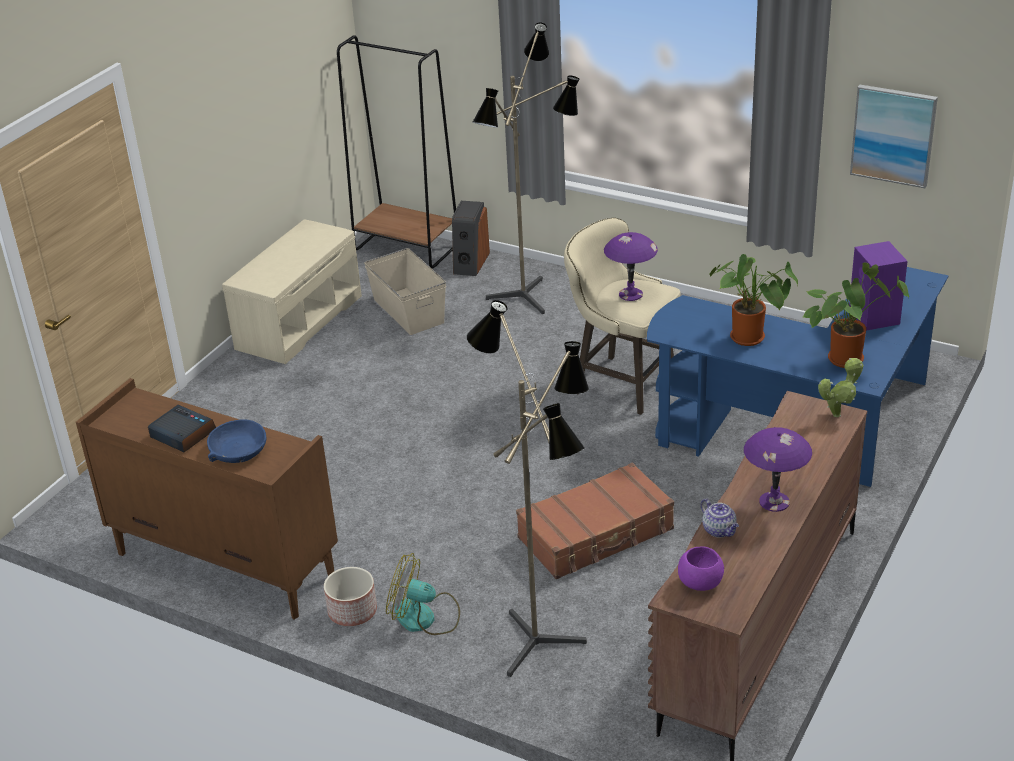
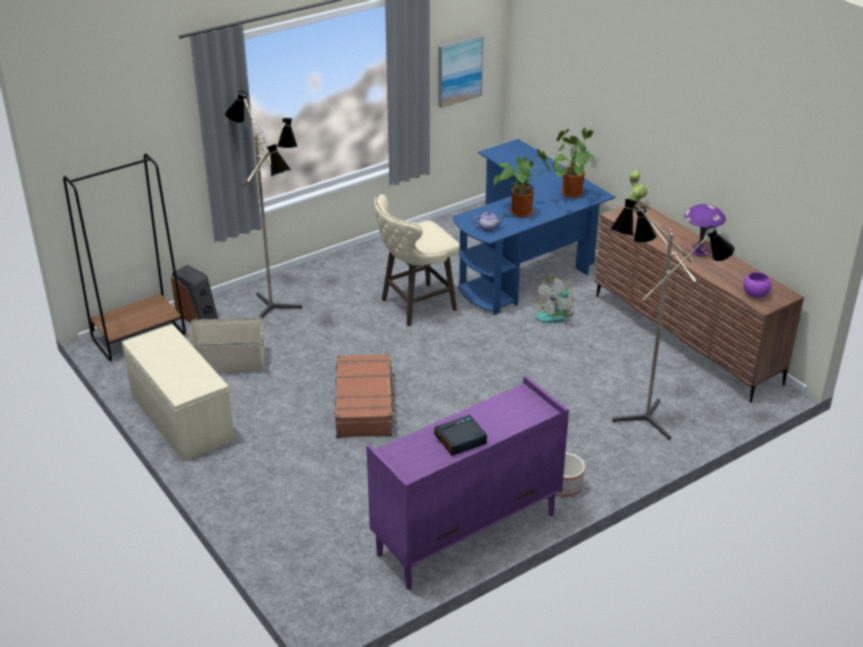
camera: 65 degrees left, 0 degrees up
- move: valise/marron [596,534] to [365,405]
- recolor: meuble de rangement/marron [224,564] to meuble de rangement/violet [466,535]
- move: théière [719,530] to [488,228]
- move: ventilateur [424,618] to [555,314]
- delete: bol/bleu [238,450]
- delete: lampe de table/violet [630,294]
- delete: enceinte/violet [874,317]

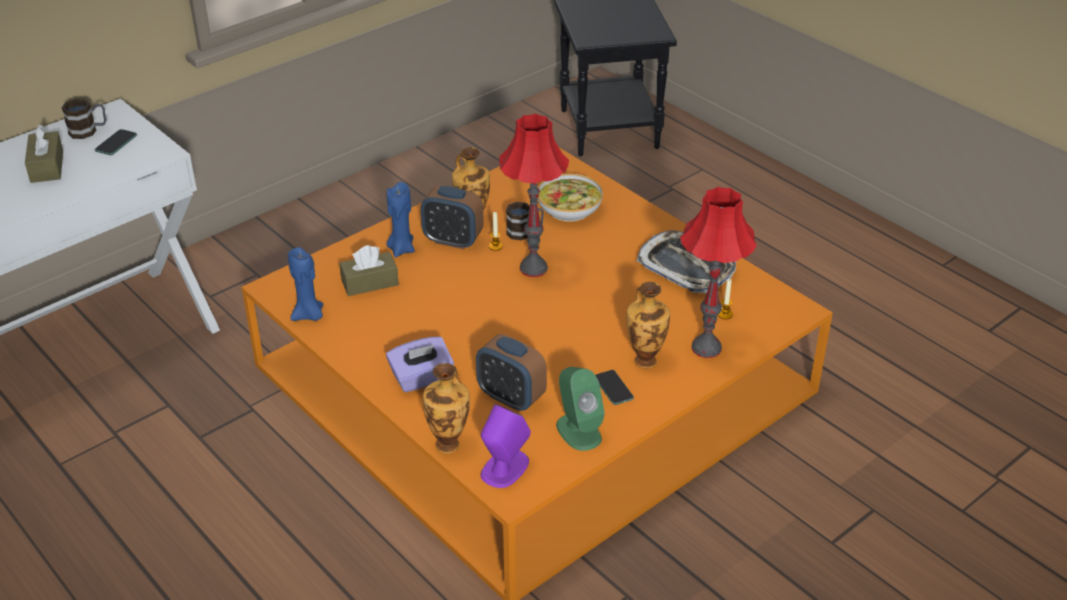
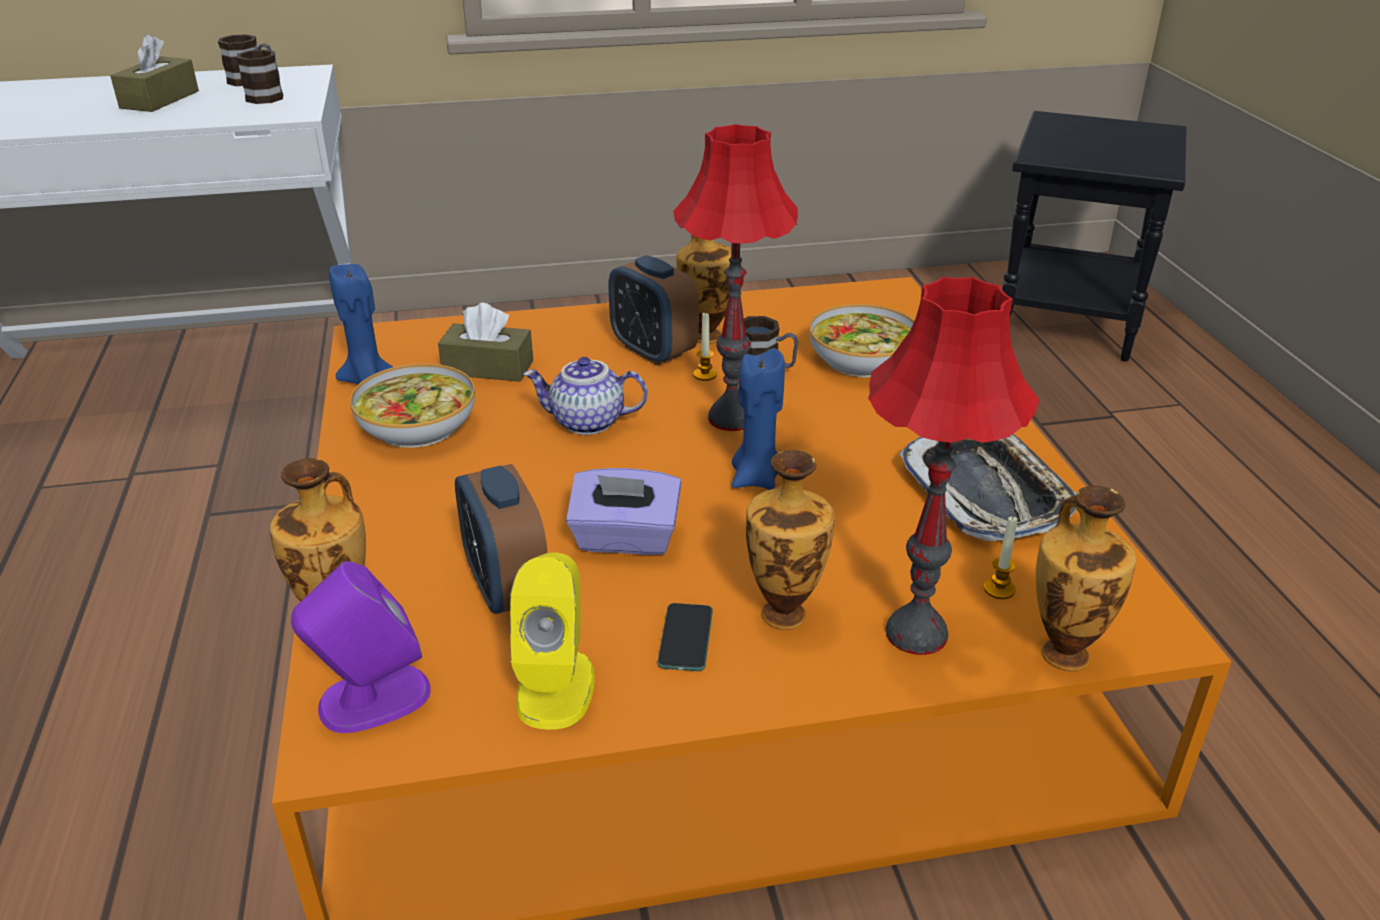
camera: 30 degrees right, 5 degrees down
- replace: téléphone [116,143] to mug [261,96]
- insert: bol [416,426]
- recolor: enceinte/vert [578,431] to enceinte/jaune [555,687]
- insert: théière [586,423]
- move: boîte à mouchoirs/violet [421,378] to [625,539]
- move: bougie/bleu [401,249] to [756,478]
- insert: vase [1063,652]

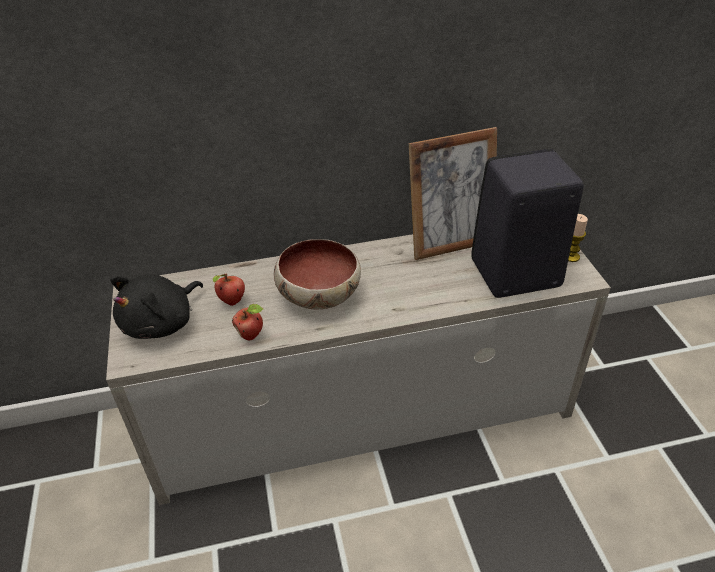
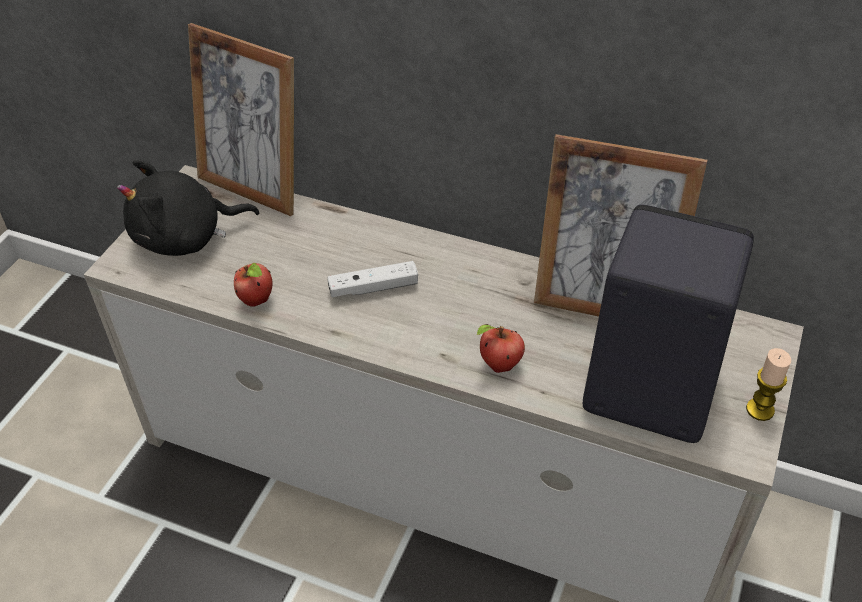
camera: 35 degrees right, 5 degrees up
- insert: cadre photo [254,187]
- replace: bol [317,294] to manette/blanc [373,288]
- move: pomme [232,302] to [499,366]

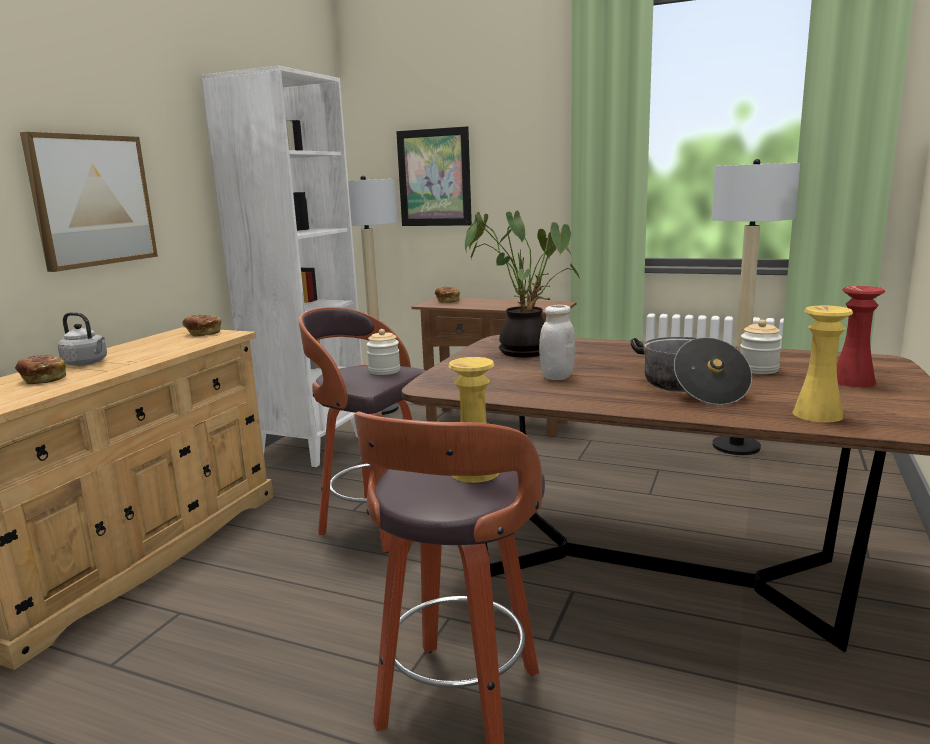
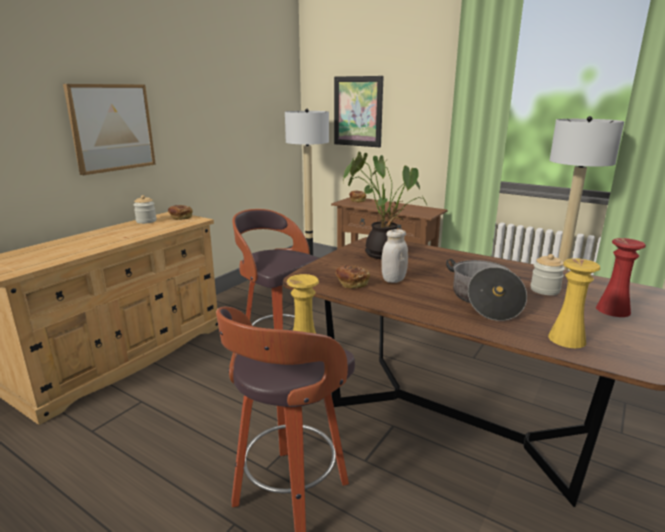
camera: 10 degrees right, 5 degrees up
- move: bocal [384,371] to [146,221]
- move: pain [43,379] to [351,283]
- delete: bouilloire/gris [87,363]
- delete: bibliothèque/blanc [311,446]

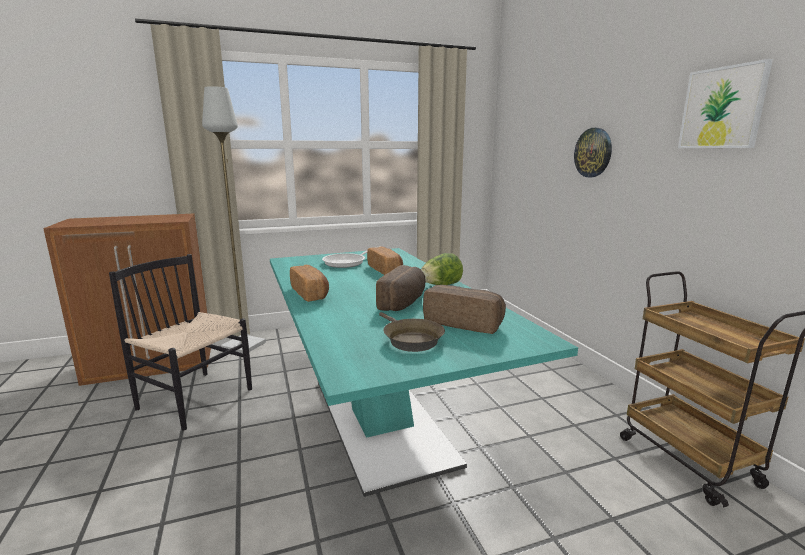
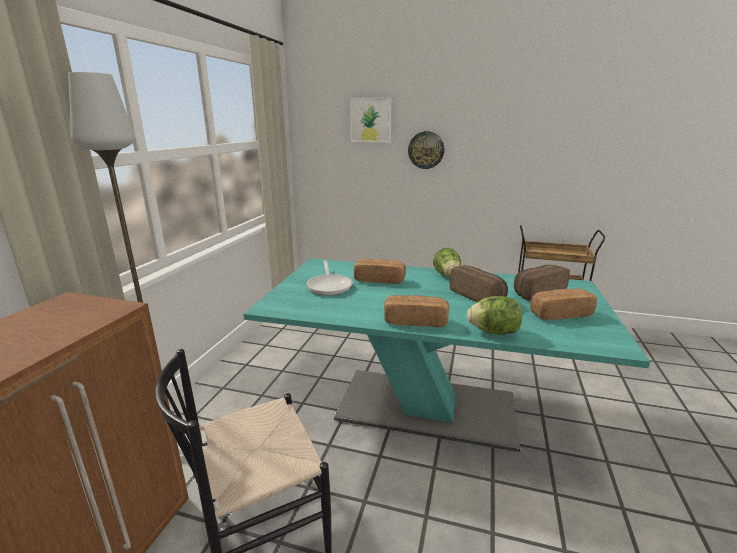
camera: 55 degrees left, 5 degrees up
- move: tableau [722,108] to [370,120]
- insert: laitue [494,332]
- replace: poêle/marron [410,339] to pain [560,314]

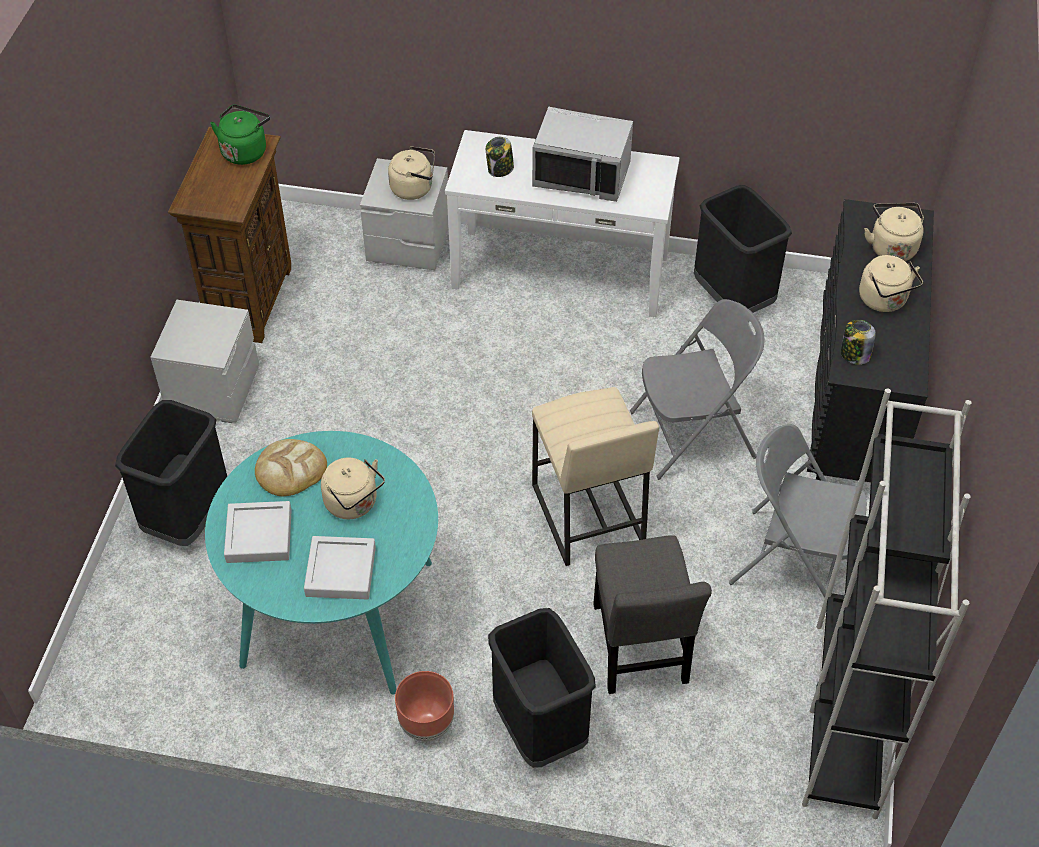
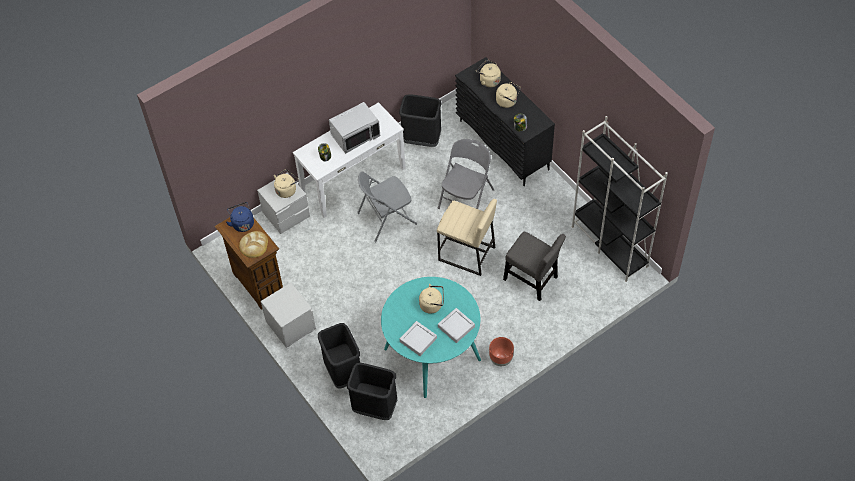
camera: 45 degrees left, 5 degrees up
- recolor: bouilloire/vert [245,150] to bouilloire/bleu [242,223]
- move: pain [290,470] to [254,245]
- move: poubelle/noir [540,728] to [375,407]
- move: chaise/gris [794,561] to [386,218]

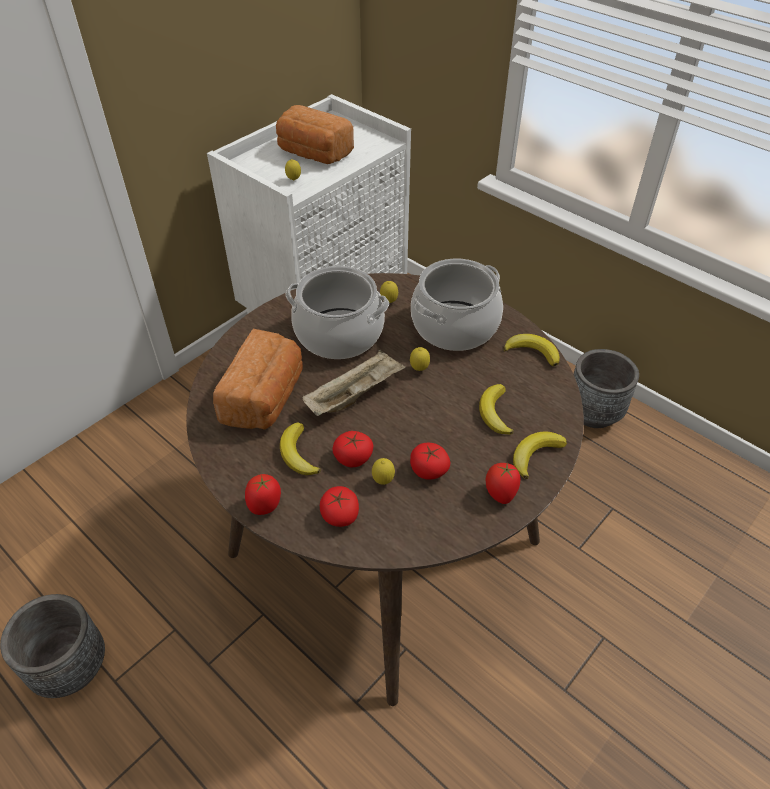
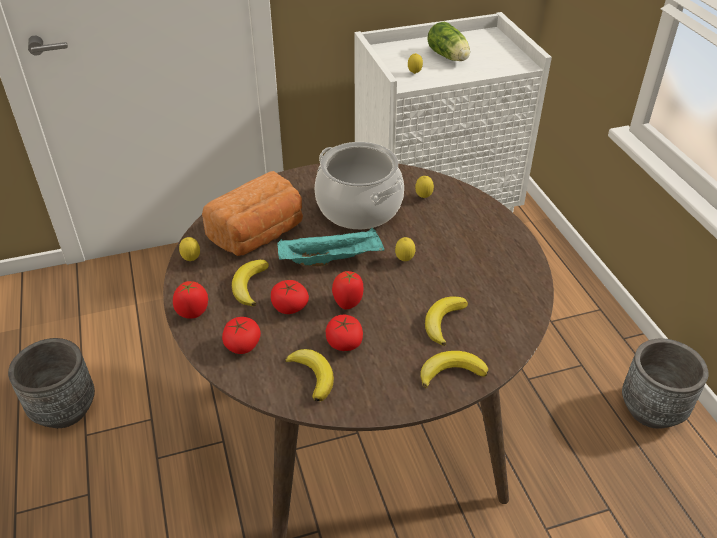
camera: 30 degrees right, 5 degrees down
- move: citron [383,481] to [191,260]
- recolor: plateau/beige [355,395] to plateau/turquoise [332,259]
- move: banane [532,352] to [313,375]
- move: tomate [500,494] to [348,302]
- replace: pain [313,154] to laitue [449,57]
- delete: marmite [455,326]

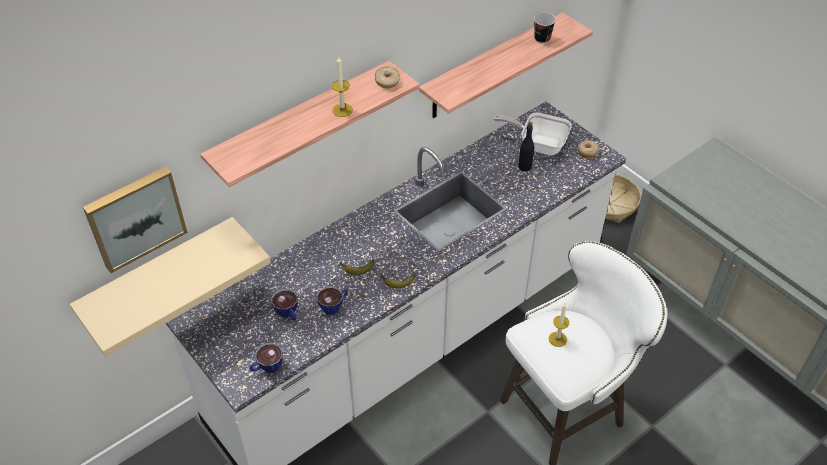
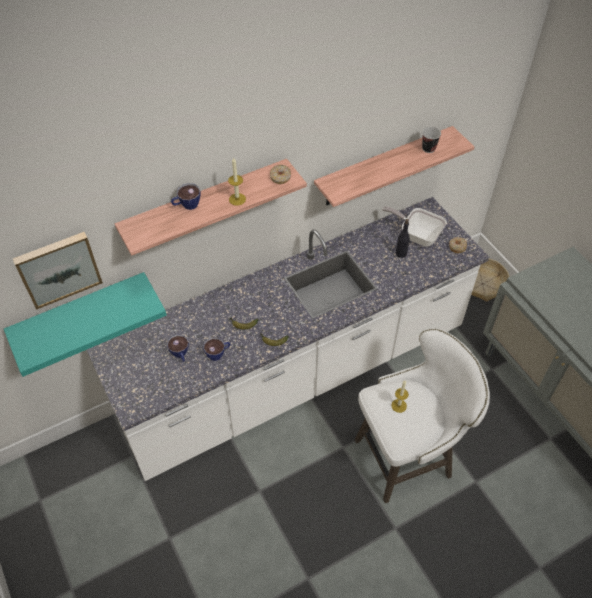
camera: 10 degrees right, 5 degrees up
- recolor: étagère/beige [160,276] to étagère/turquoise [81,312]
- move: tasse [267,368] to [186,205]

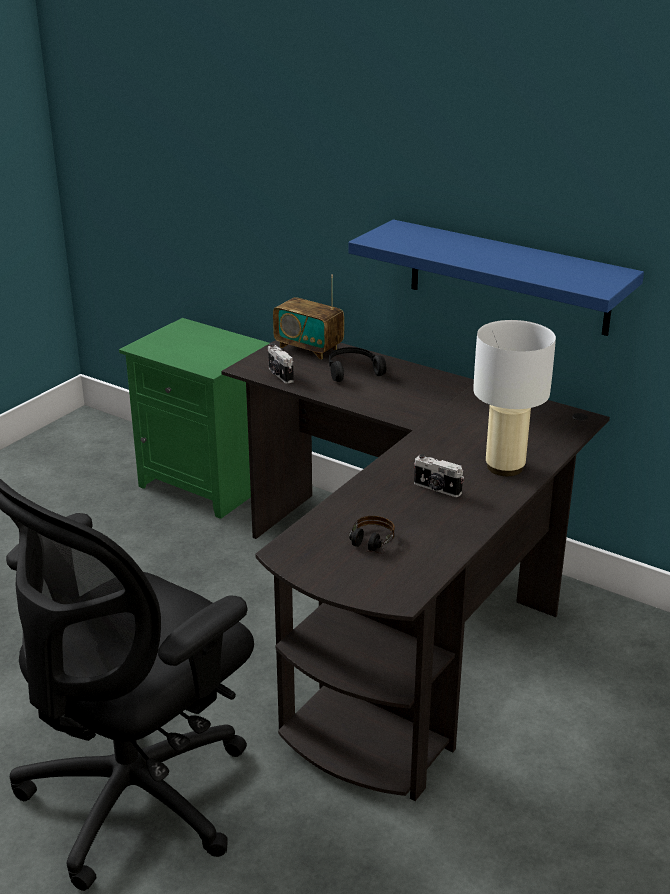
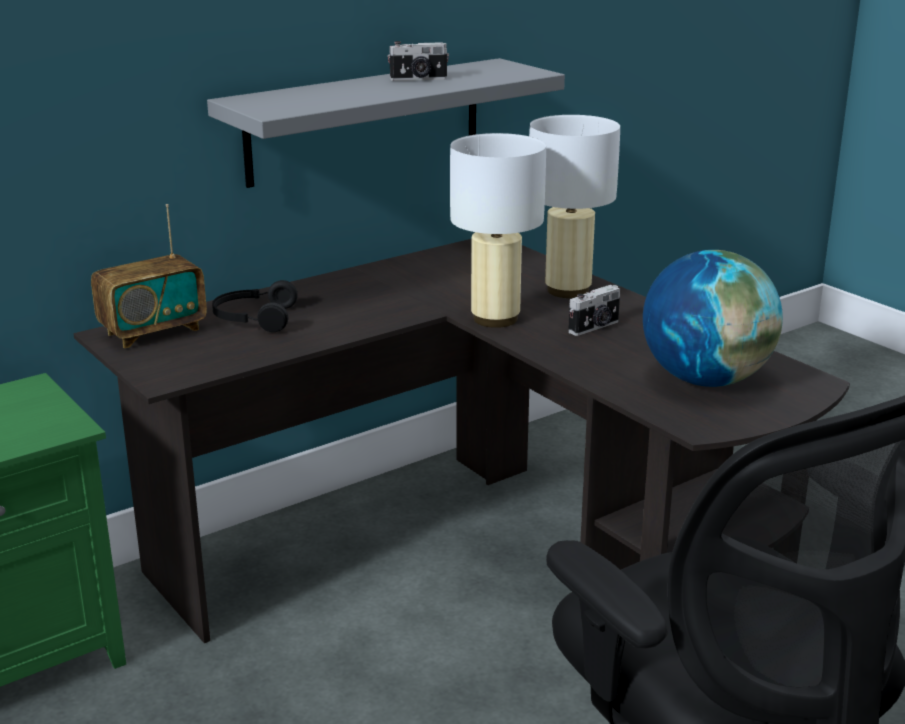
camera: 70 degrees left, 5 degrees down
- recolor: étagère/bleu [508,277] to étagère/gris [365,121]
- move: appareil photo [279,375] to [418,79]
- insert: lampe de table/blanc [496,318]
- replace: casque audio [369,547] to globe [705,379]

